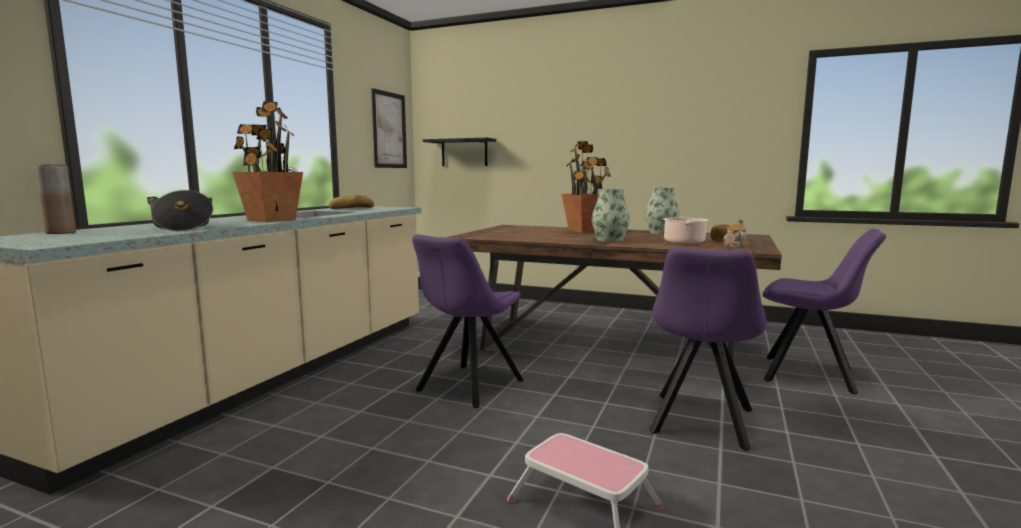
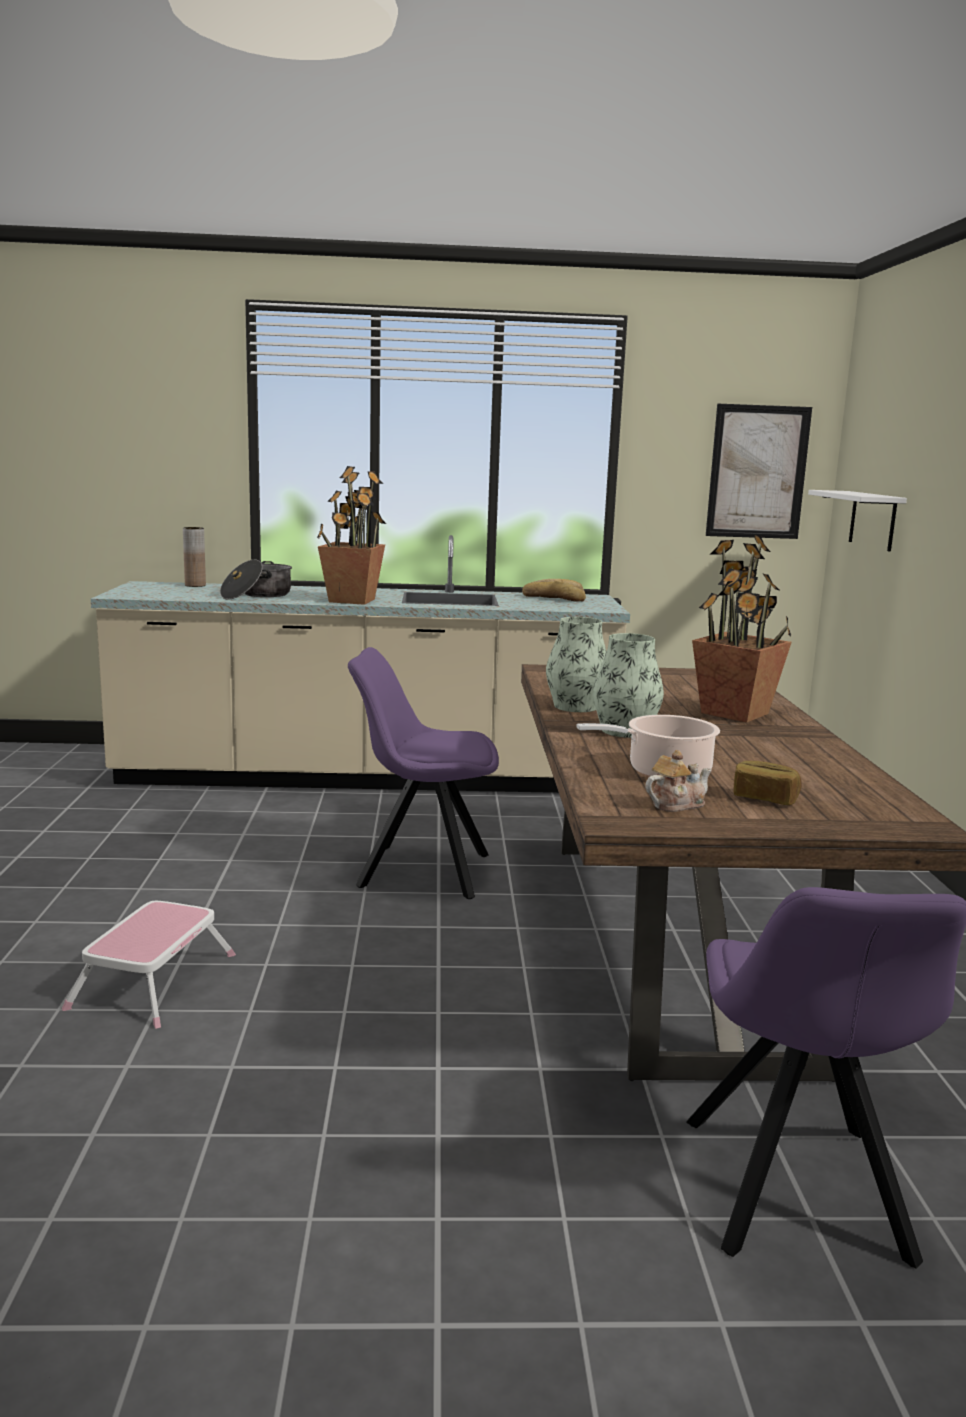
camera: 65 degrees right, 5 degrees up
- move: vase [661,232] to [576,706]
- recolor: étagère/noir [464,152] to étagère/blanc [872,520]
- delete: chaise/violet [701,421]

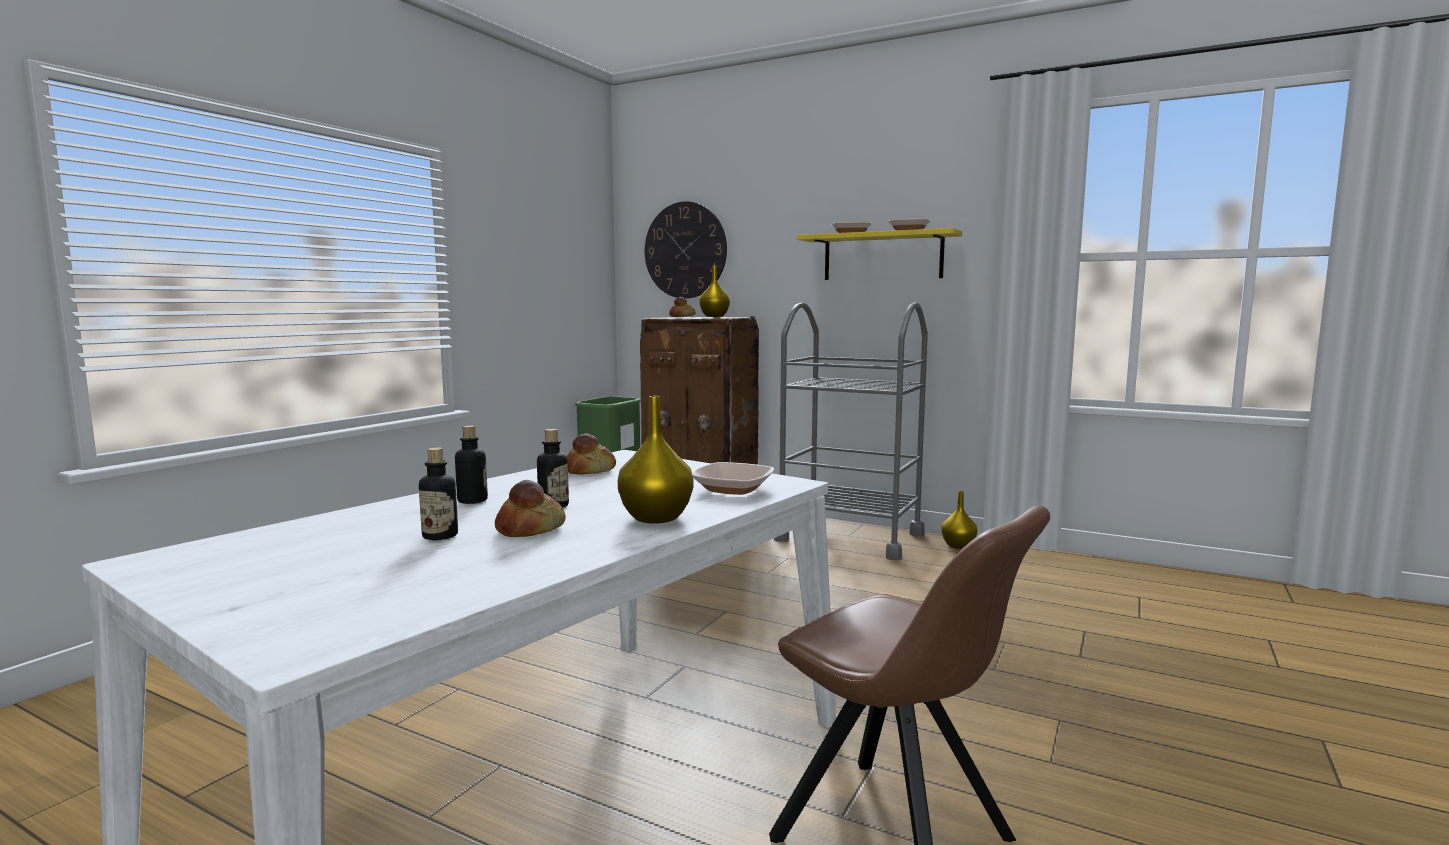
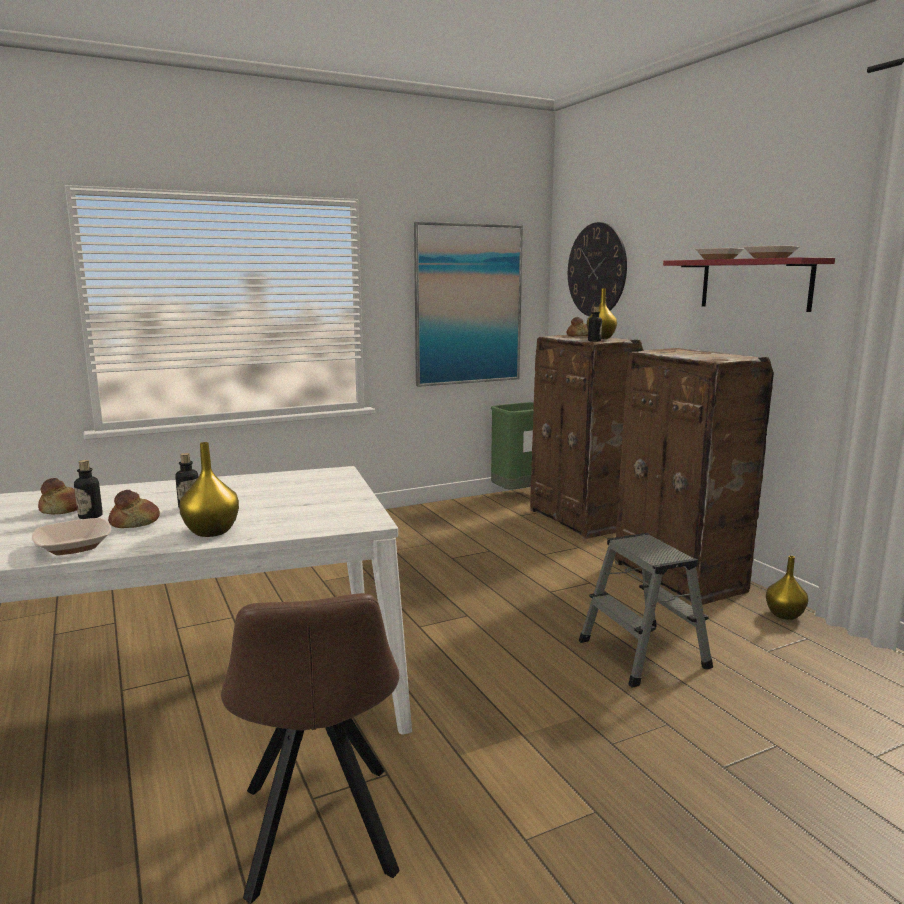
camera: 35 degrees right, 5 degrees up
- move: bol [733,488] to [74,546]
- move: pain [590,471] to [63,510]
- insert: tableau [468,305]
- insert: escabeau/gris [643,654]
- move: bouteille [472,500] to [594,341]
- replace: chariot/gris [850,537] to meuble de rangement/marron [679,577]
- recolor: étagère/jaune [882,256] to étagère/rouge [755,284]

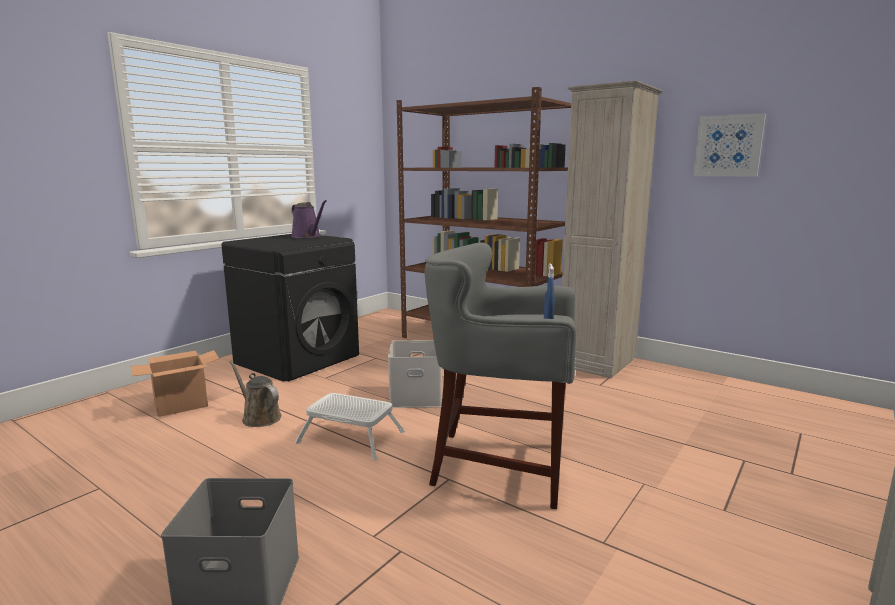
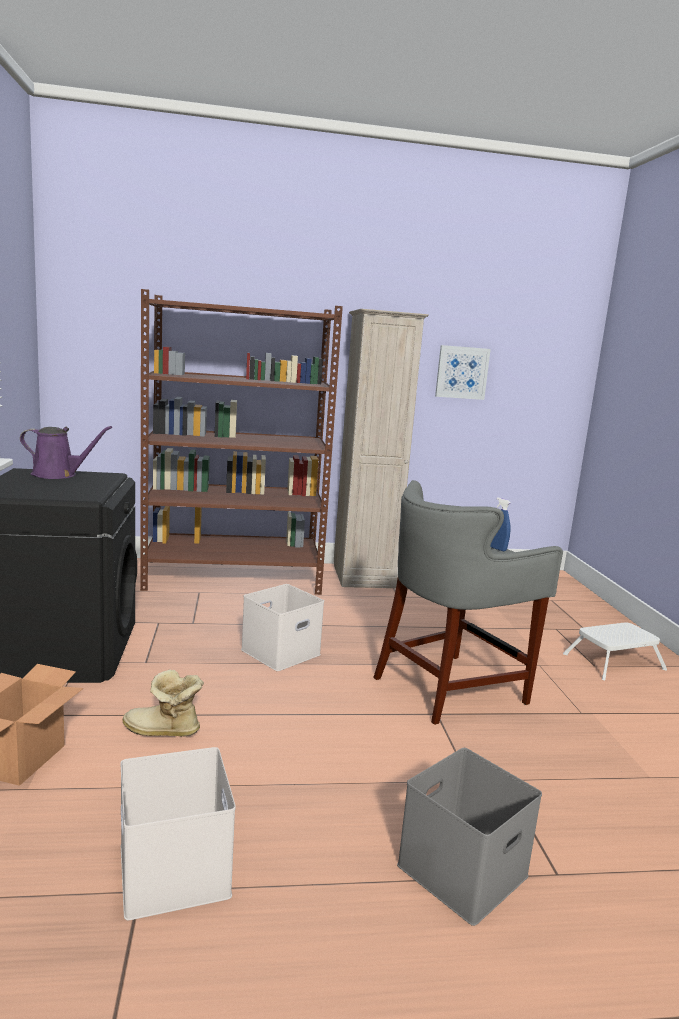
camera: 45 degrees left, 0 degrees up
- insert: boîte de rangement/blanc [176,871]
- replace: arrosoir/marron [259,417] to botte [163,732]
- move: escabeau/blanc [350,437] to [614,662]

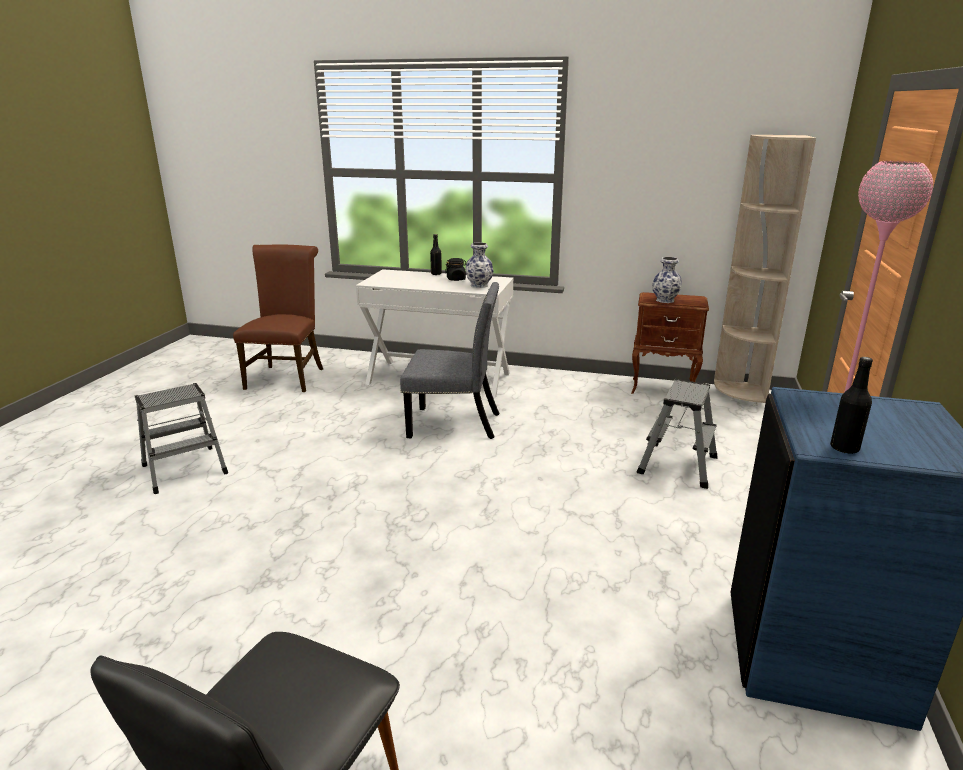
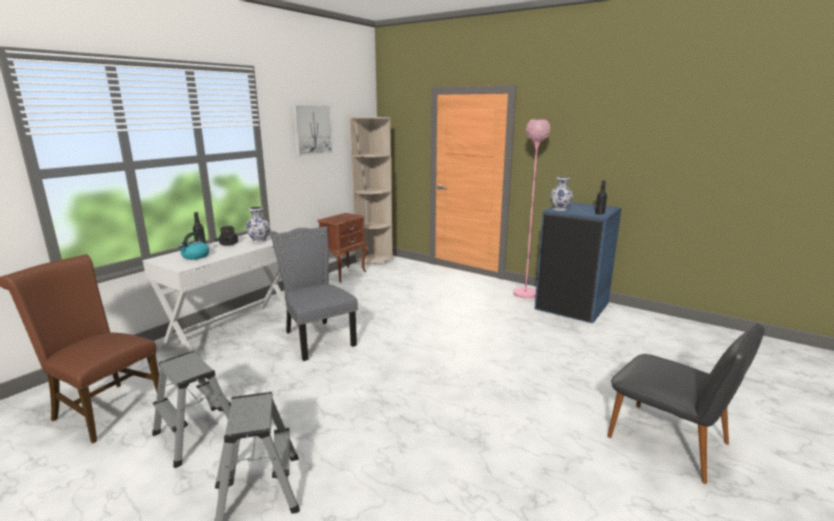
camera: 70 degrees left, 5 degrees down
- move: escabeau/gris [677,465] to [198,435]
- insert: bouilloire [195,256]
- rotate: chaise/gris [452,424] = [318,340] 60 degrees counterclockwise
- insert: tableau [312,130]
- move: vase [665,300] to [560,209]

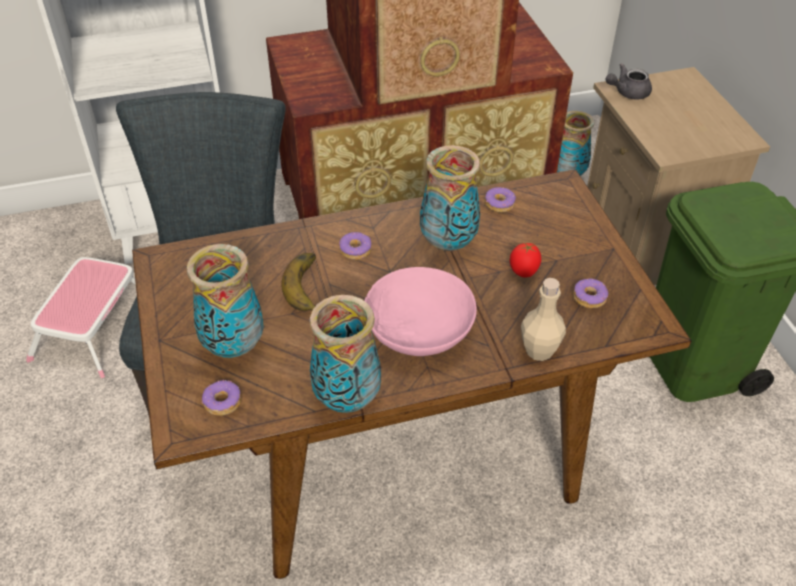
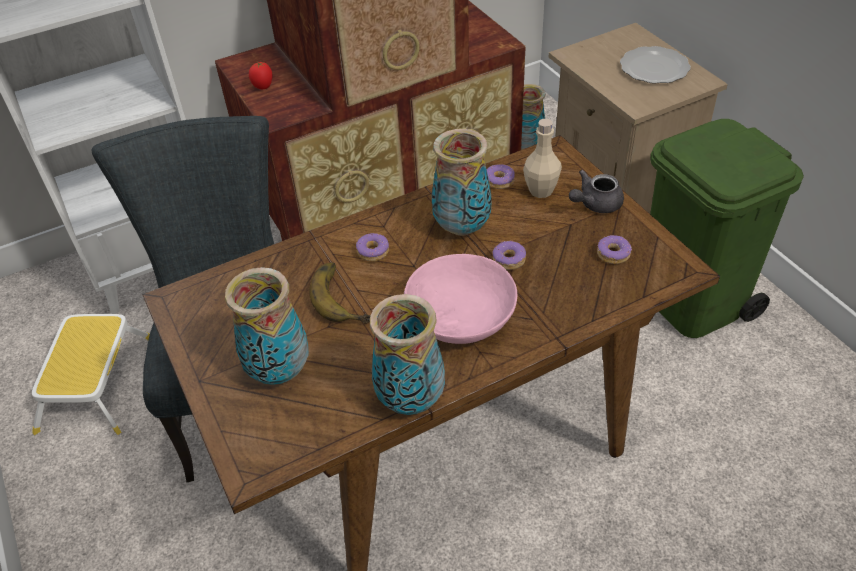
camera: 10 degrees left, 0 degrees up
- recolor: escabeau/rose [94,325] to escabeau/jaune [96,382]
- move: tomate [523,273] to [263,87]
- move: beignet [222,402] to [508,260]
- move: bouteille/beige [539,350] to [541,190]
- move: théière/gris [627,92] to [595,204]
- insert: assiette [655,67]

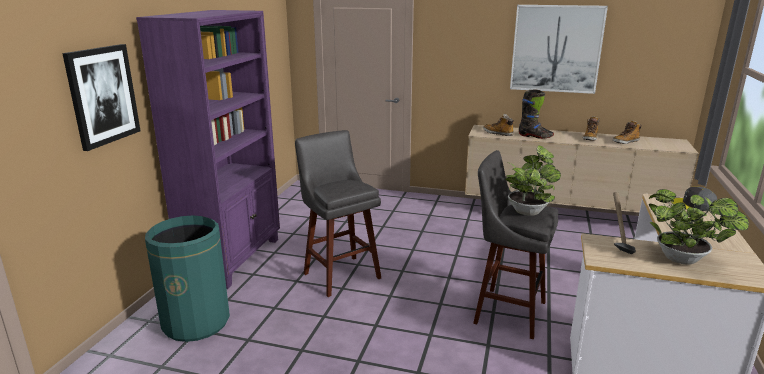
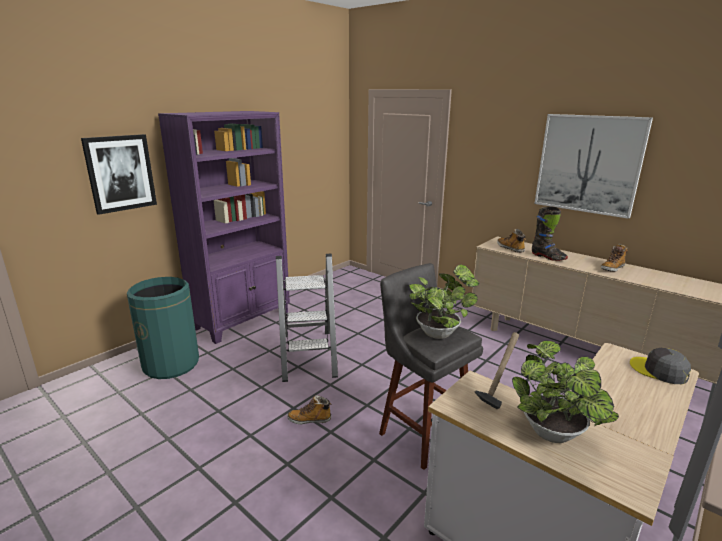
camera: 25 degrees right, 0 degrees up
- replace: tabouret/gris [341,274] to escabeau/gris [308,354]
- move: botte [625,142] to [310,419]

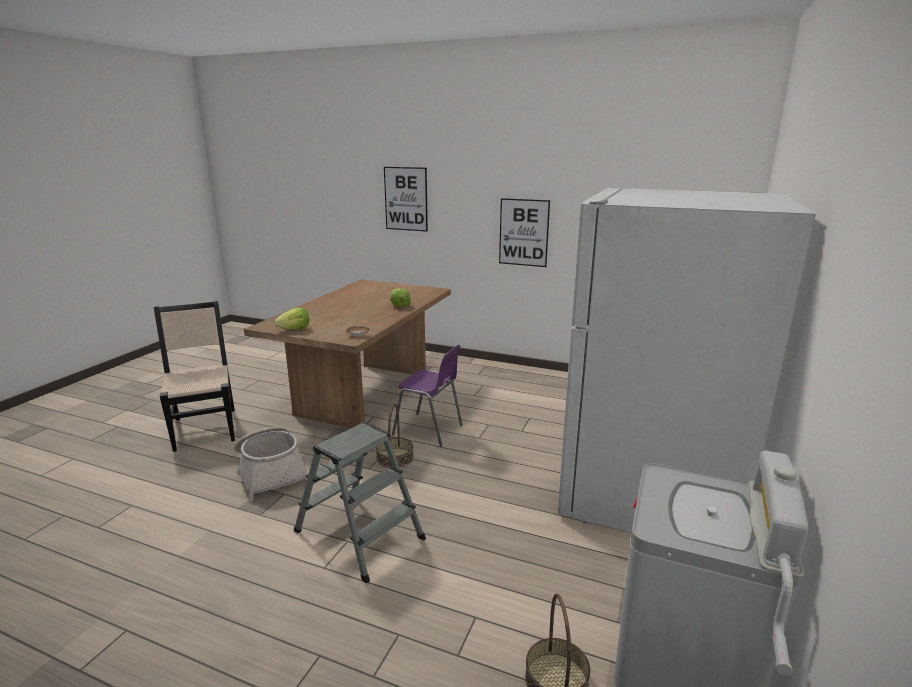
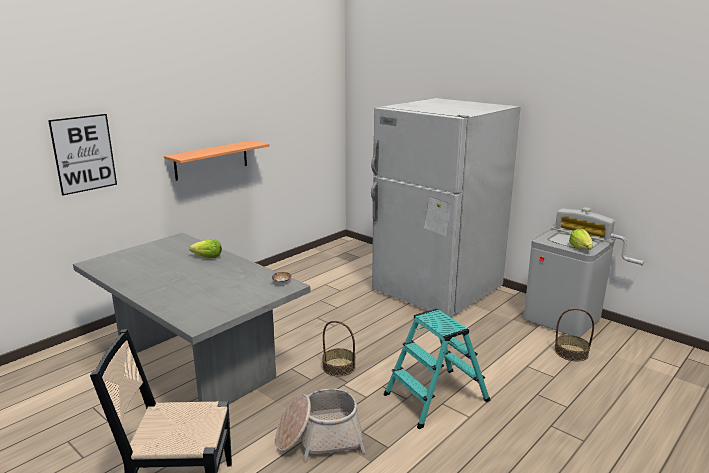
camera: 70 degrees left, 0 degrees up
- recolor: table à manger/marron [364,392] to table à manger/gris [195,366]
- replace: tableau [523,232] to étagère [211,160]
- recolor: escabeau/gris [359,534] to escabeau/turquoise [436,397]
- move: laitue [295,329] to [580,248]
- delete: chaise/violet [429,430]

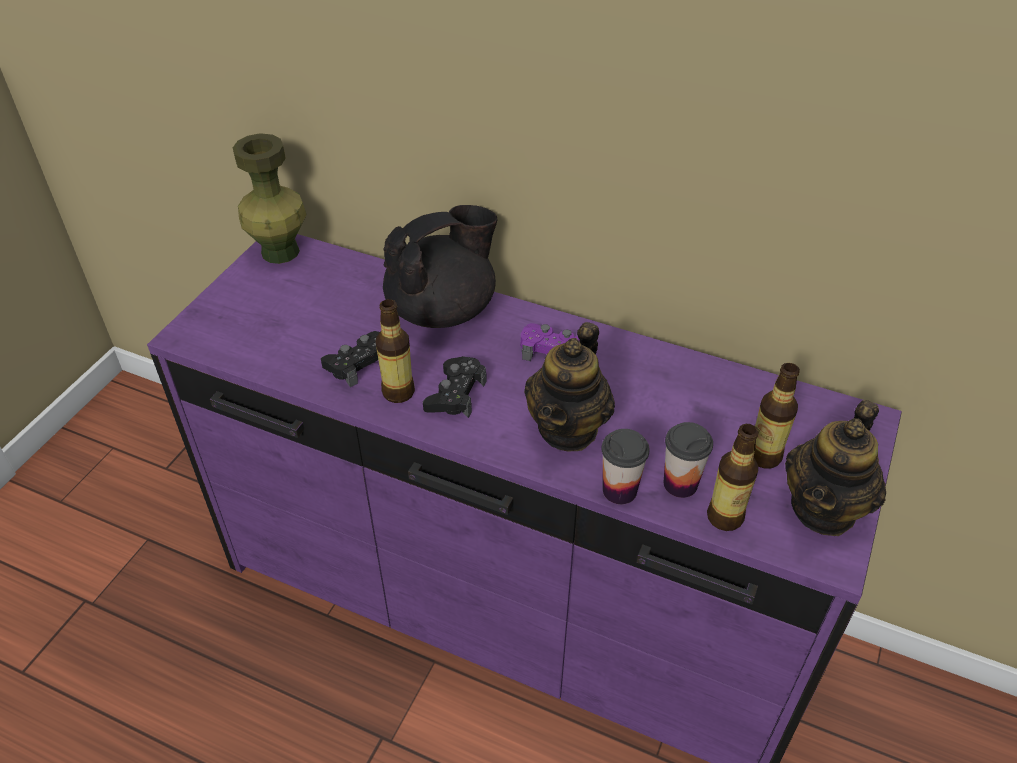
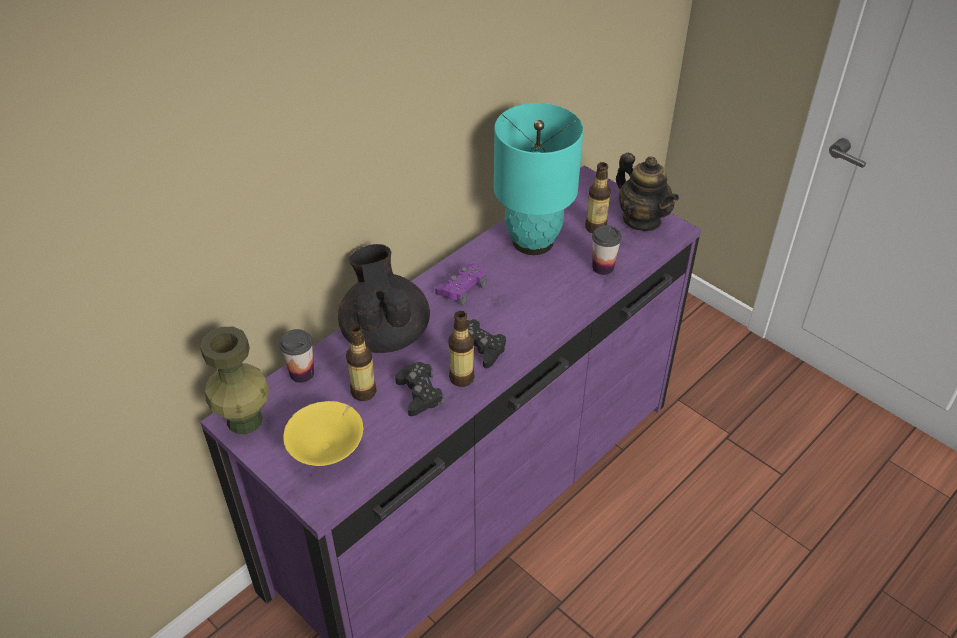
camera: 70 degrees left, 0 degrees up
- move: tasse [619,490] to [302,373]
- insert: bol/jaune [328,449]
- move: bouteille [725,517] to [363,392]
- insert: lampe de table/turquoise [533,241]
- delete: théière [568,428]

